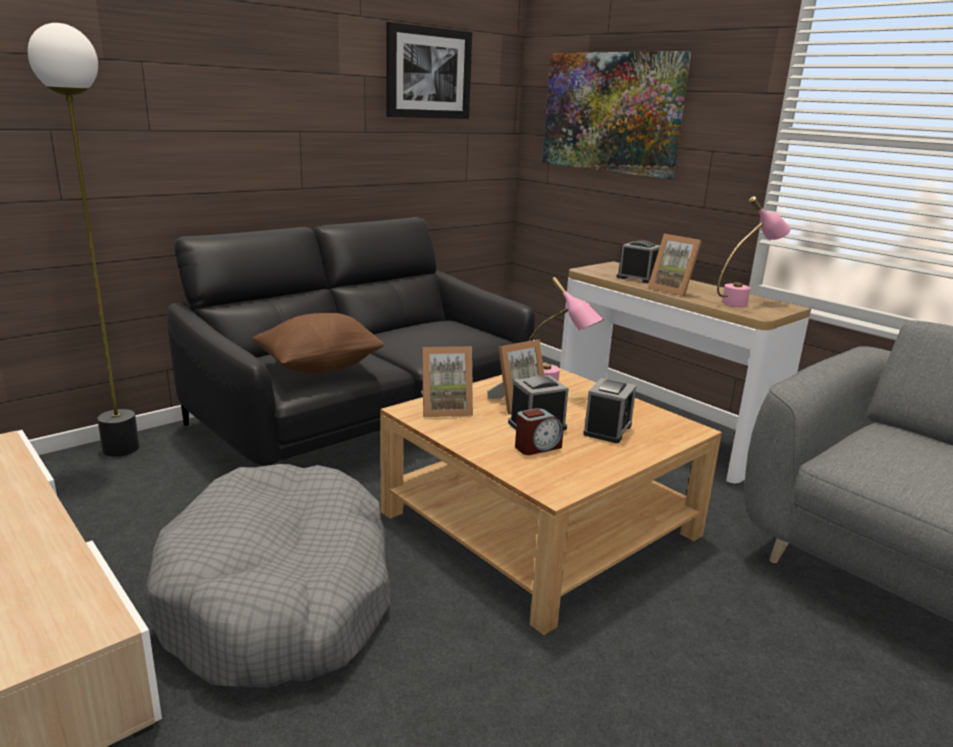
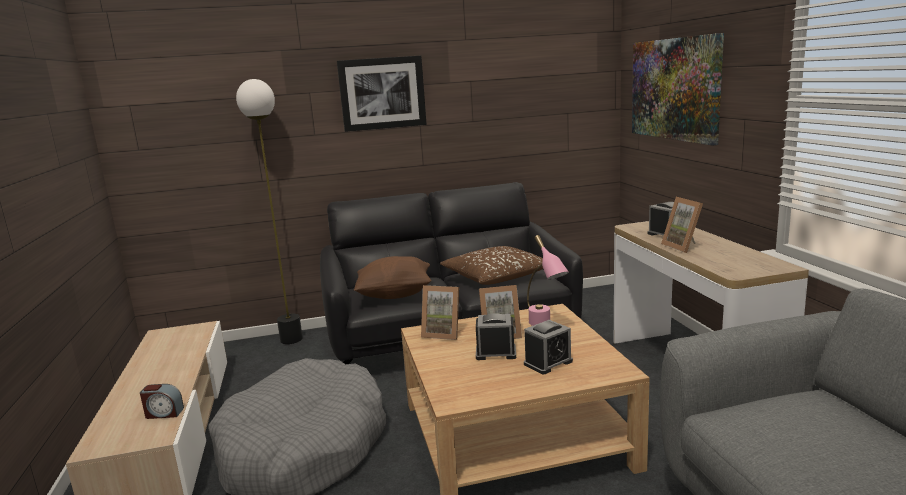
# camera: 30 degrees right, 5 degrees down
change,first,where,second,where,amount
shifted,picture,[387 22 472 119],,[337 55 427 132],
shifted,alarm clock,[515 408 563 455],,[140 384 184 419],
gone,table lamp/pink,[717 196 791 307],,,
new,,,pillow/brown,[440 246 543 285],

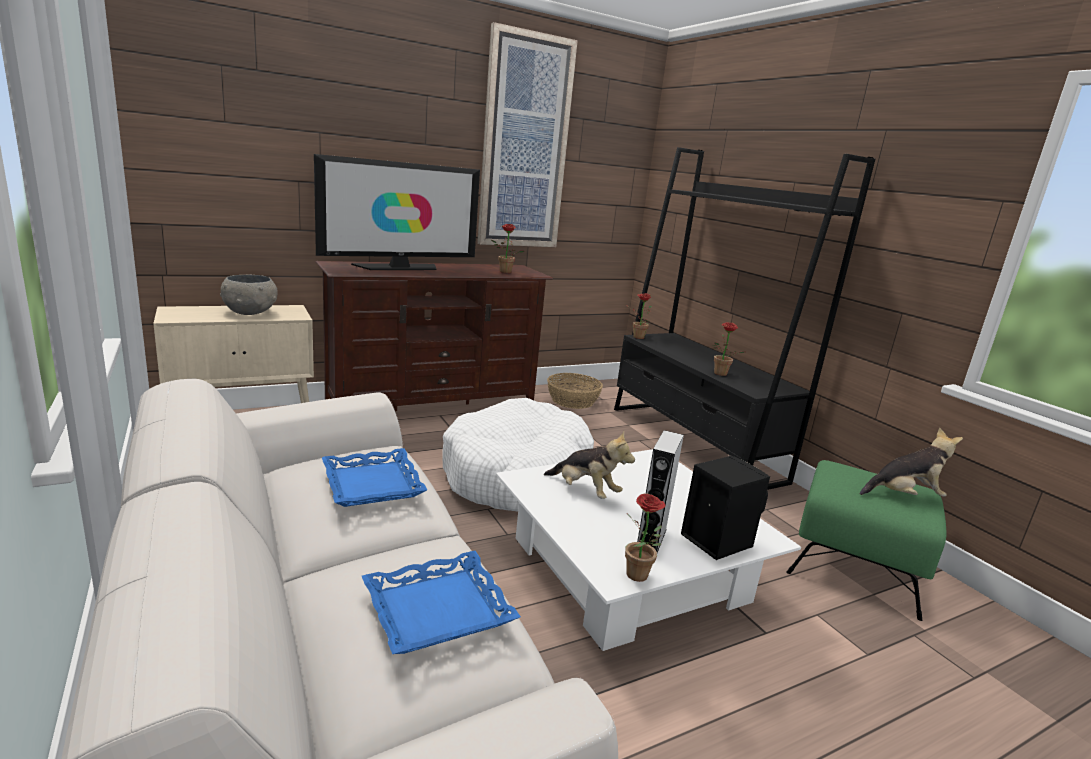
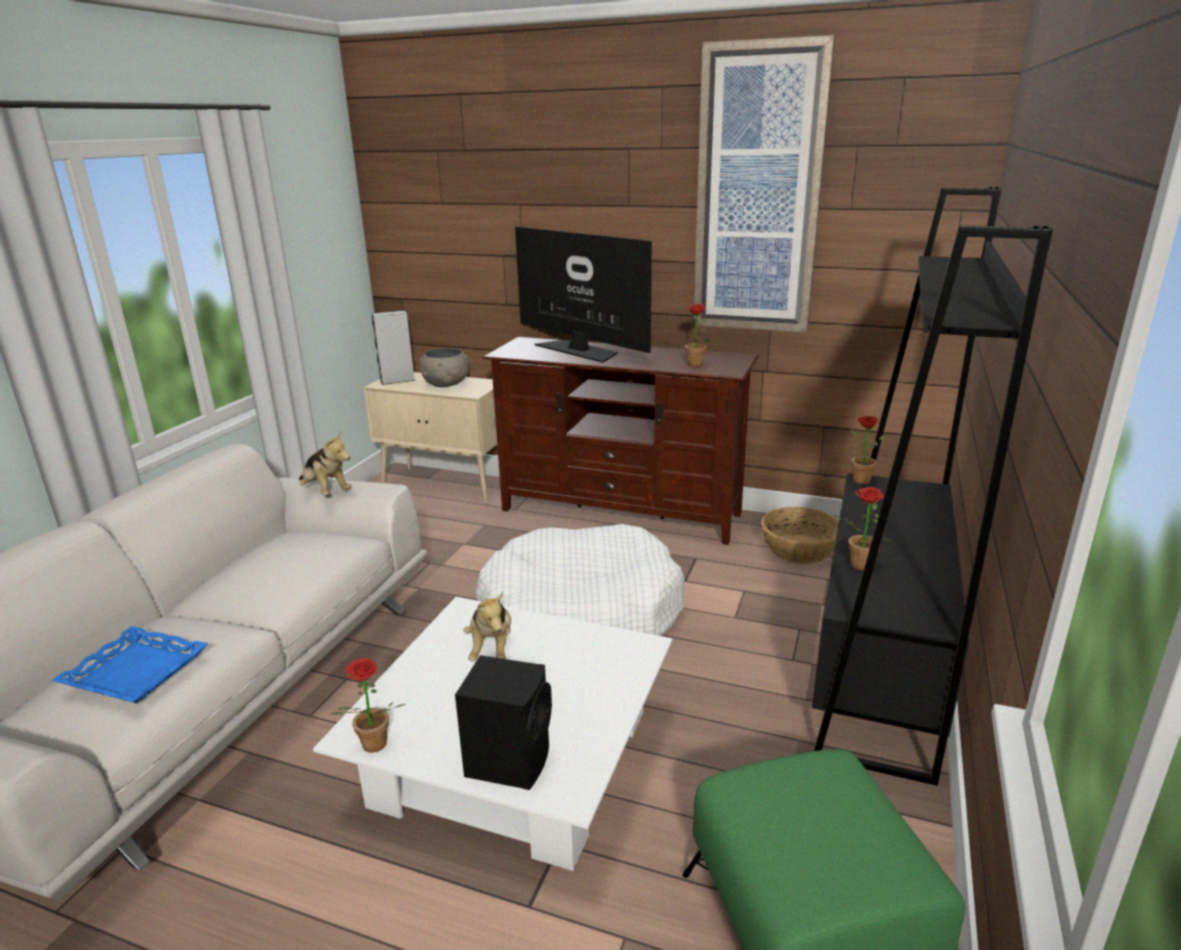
# camera: 50 degrees right, 5 degrees up
change,first,where,second,where,amount
rotated,television,[314 154 480 270],,[515 226 652 363],150 degrees counterclockwise
gone,tray/blue,[322 448 427 507],,,
shifted,speaker/grey,[637 430 684 553],,[372 310 415 385],
shifted,plush toy,[860 428 963 497],,[299 432 351 495],

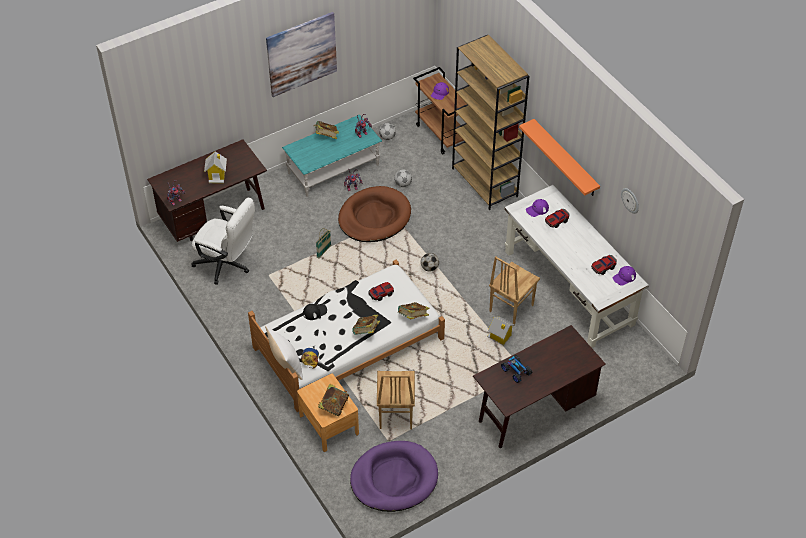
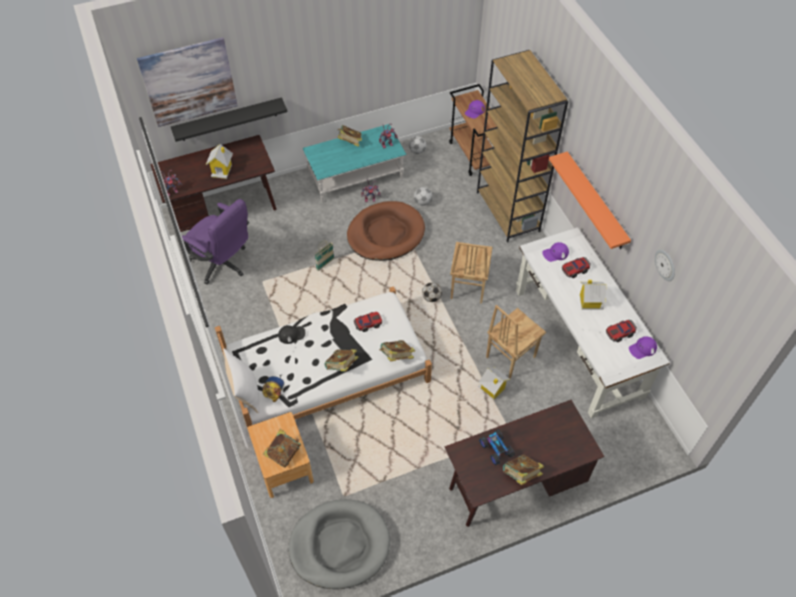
# camera: 10 degrees right, 5 degrees up
change,first,where,second,where,amount
repainted,office chair/white,[191 198 255 285],office chair/purple,[182 199 249 285],
shifted,picture,[266 12 337 97],,[137 37 238 127],
repainted,dog bed/purple,[350 441 438 512],dog bed/grey,[289 499 390 589],
shifted,chair/brown,[377 371 415 429],,[450 242 493 304],
new,,,shelf/black,[171 97 288 142],
new,,,book,[503 455 544 485],
new,,,toy house,[580 280 606 309],

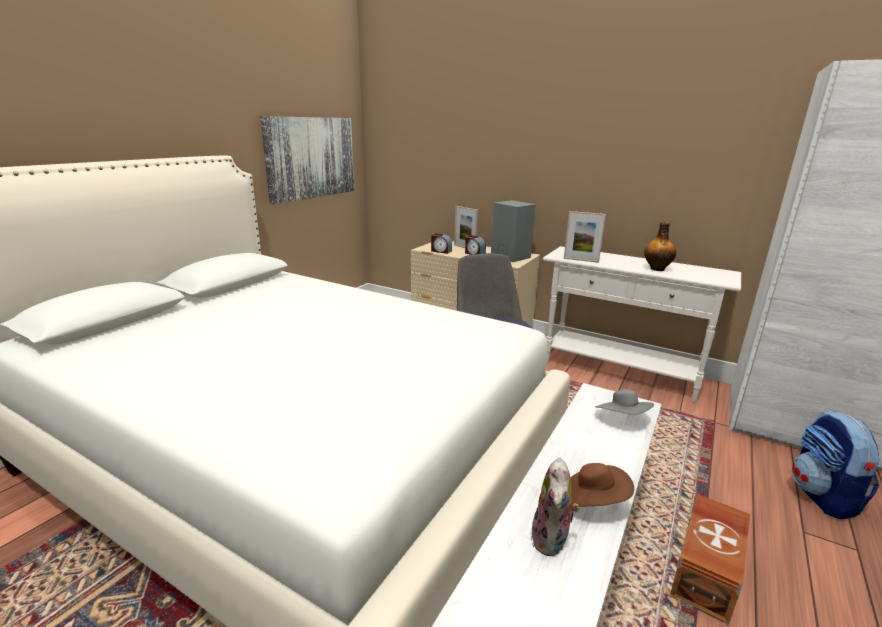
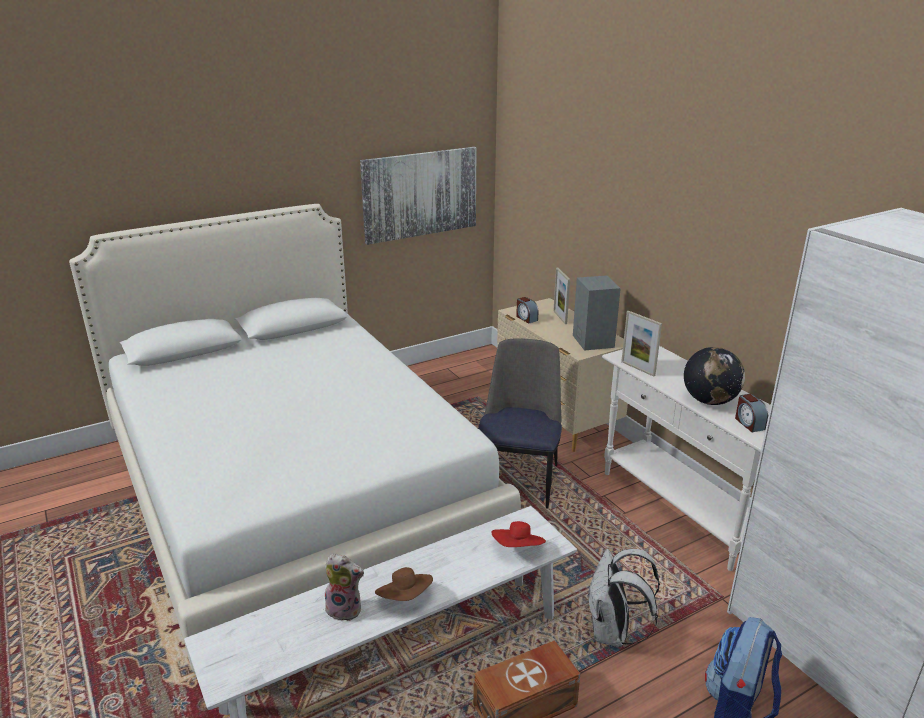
# camera: 30 degrees right, 5 degrees up
change,first,where,second,where,amount
shifted,alarm clock,[465 235 486 255],,[735 394 768 432],
rotated,plush toy,[531 458 579 557],,[323 553 364 621],120 degrees counterclockwise
repainted,hat/grey,[595 389 654 415],hat/red,[491 521 546 547],
swapped,bottle,[644 222 676 271],globe,[684 347 745 405],
new,,,backpack/white,[587 549 660 647],

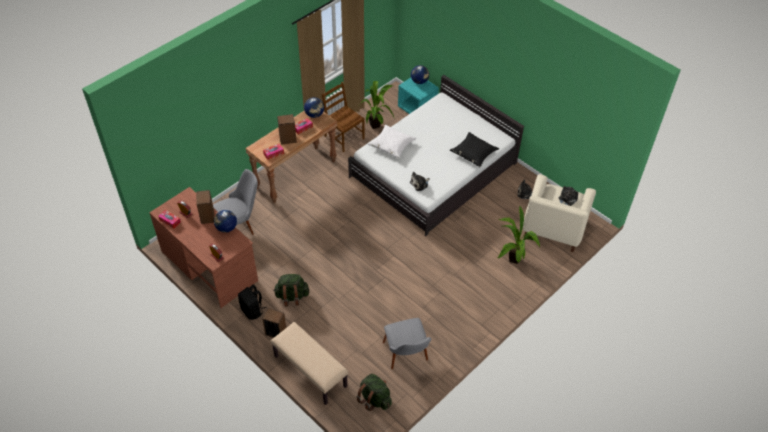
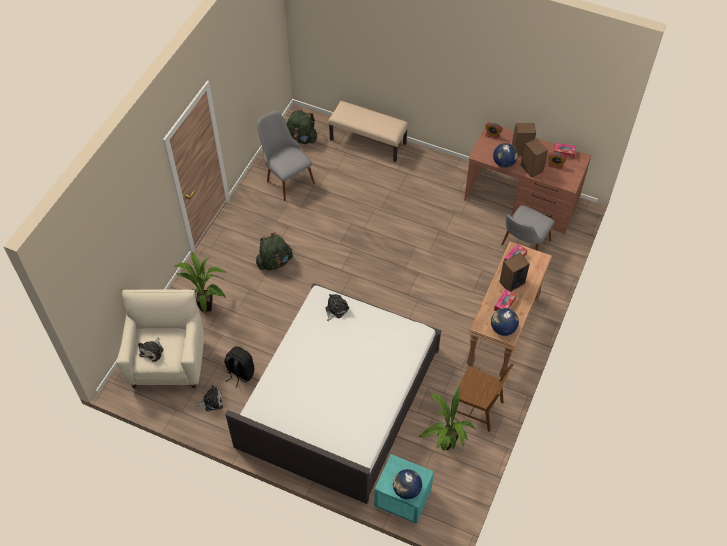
# camera: 160 degrees right, 5 degrees up
change,first,where,second,where,amount
shifted,backpack/black,[238 285 267 320],,[224 346 255 388],
shifted,speaker,[262 308 286 338],,[512 123 536 156],
shifted,backpack/green,[273 274 309 306],,[256 232 293 270],
gone,pillow/white,[368 125 416 158],,,
gone,pillow/black,[450 132 499 167],,,

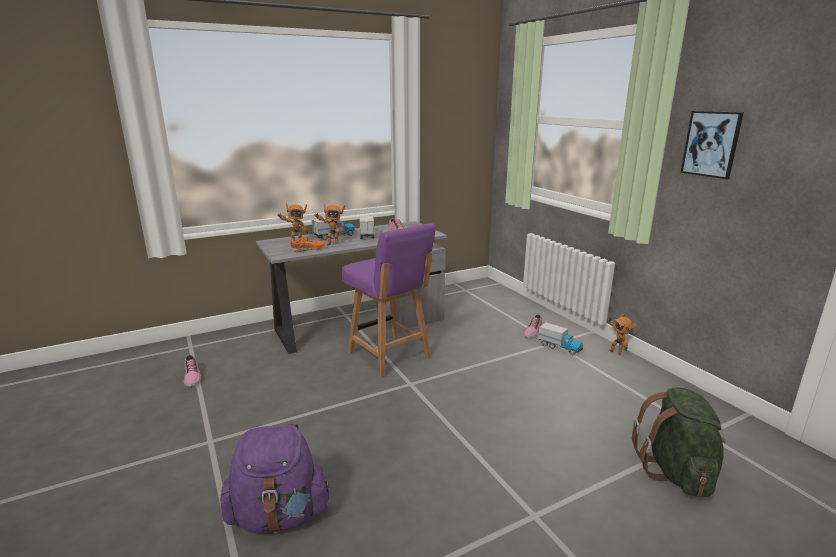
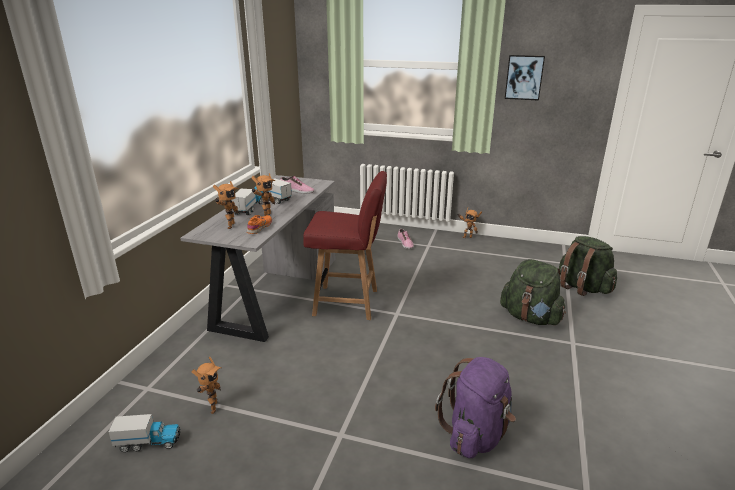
# camera: 45 degrees left, 5 degrees up
change,first,where,second,where,amount
swapped,shoe,[184 355 201 387],toy robot,[191 357 221 414],
repainted,chair/purple,[341 223 436 377],chair/red,[303 171 387 320],
shifted,toy truck,[538 322 583 355],,[109 414 181 452],
new,,,backpack/green,[500 259 566 325],

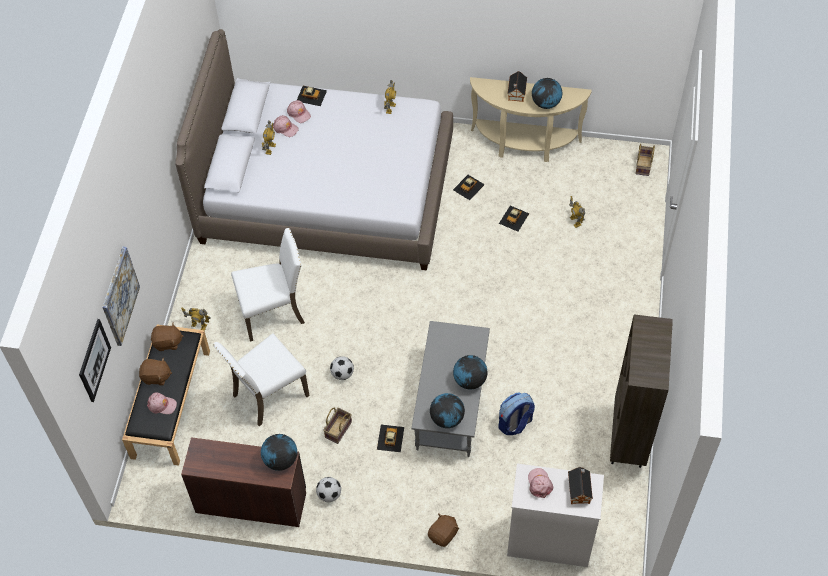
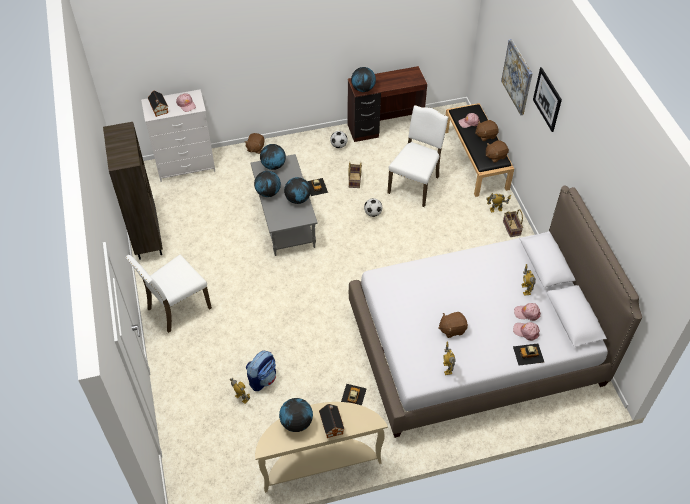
# camera: 155 degrees right, 5 degrees down
change,first,where,second,where,amount
shifted,picture,[79 319 111 402],,[533 67 562 132],
shifted,chair/white,[231 228 305 342],,[125 254 212 333],
shifted,backpack,[498 392 535 435],,[246 351 276 391],
gone,toy car,[499 206 529 232],,,
shifted,basket,[636 144 655 176],,[503 209 523 237],
new,,,globe,[284 177 311 204],
new,,,plush toy/brown,[438 312 468 338],

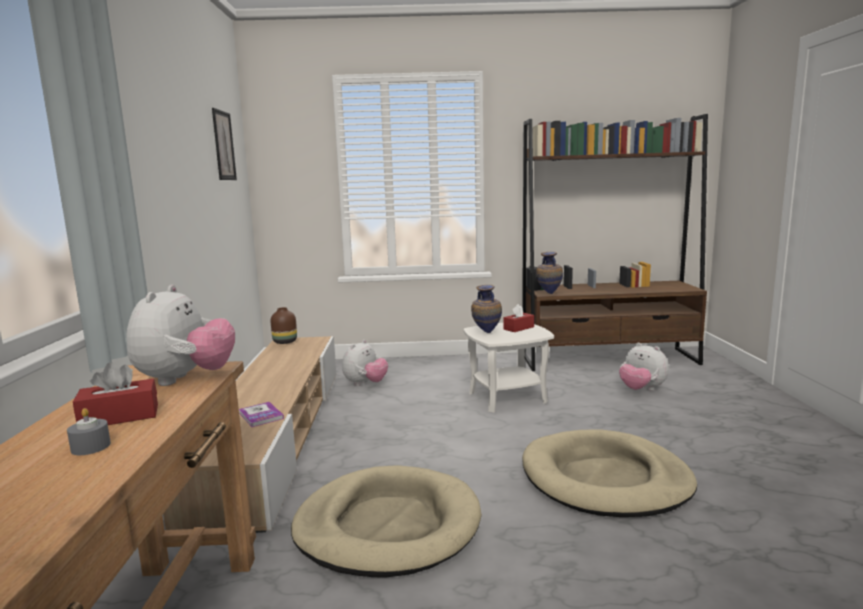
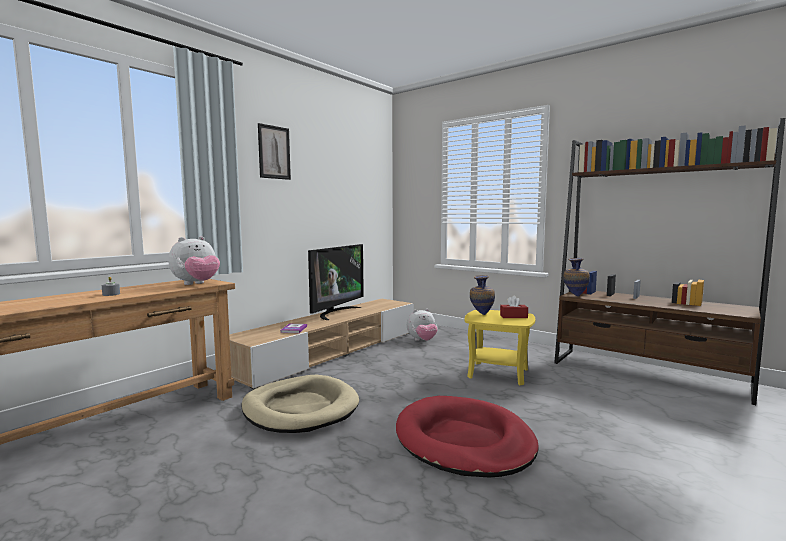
# camera: 40 degrees right, 5 degrees down
change,first,where,second,where,amount
gone,tissue box/red,[73 362 158 425],,,
shifted,picture,[212 108 237 180],,[258 123 291 180],
gone,vase/brown,[271 307 297 344],,,
repainted,side table/white,[464 323 554 412],side table/yellow,[465 310 535 385],
repainted,dog bed/beige,[522 429 697 517],dog bed/red,[396 396 539 477],
gone,plush toy,[619 343 669 391],,,
new,,,television,[308 244 364 320],

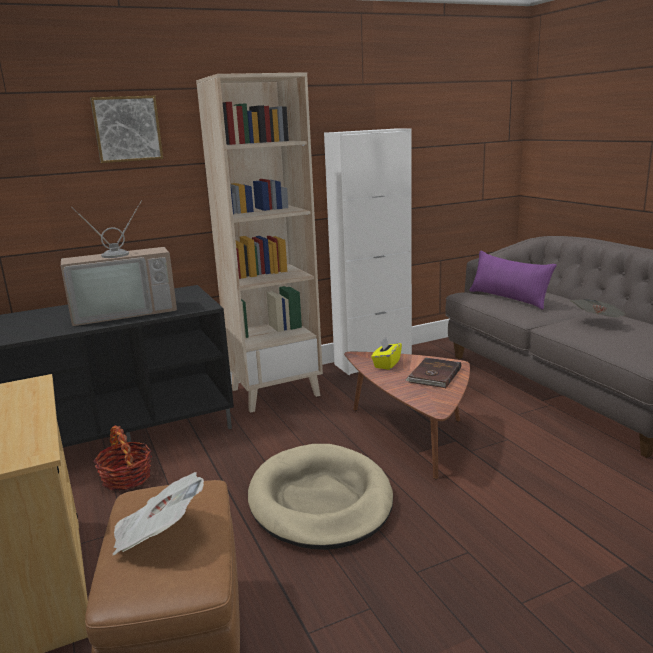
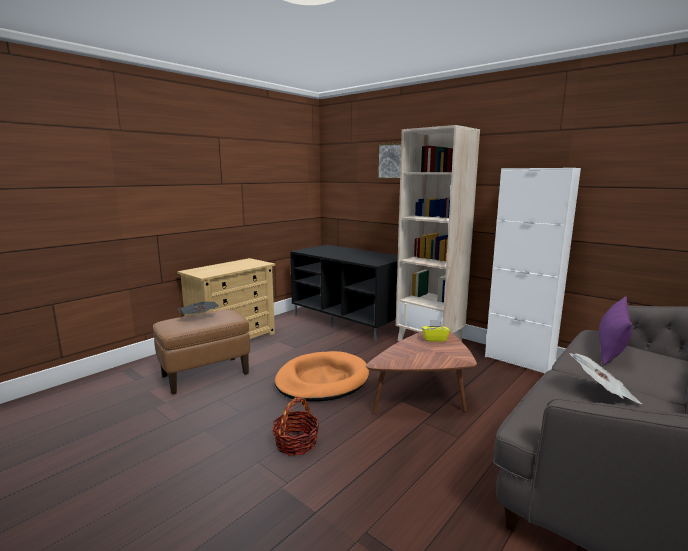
# camera: 65 degrees right, 5 degrees down
change,first,where,second,where,amount
gone,television,[61 201 177 326],,,
shifted,basket,[94 425 152 491],,[272 397 319 456],
repainted,dog bed/beige,[248 444 393 550],dog bed/orange,[275 351 369 401],
gone,book/brown,[406 358 461 388],,,

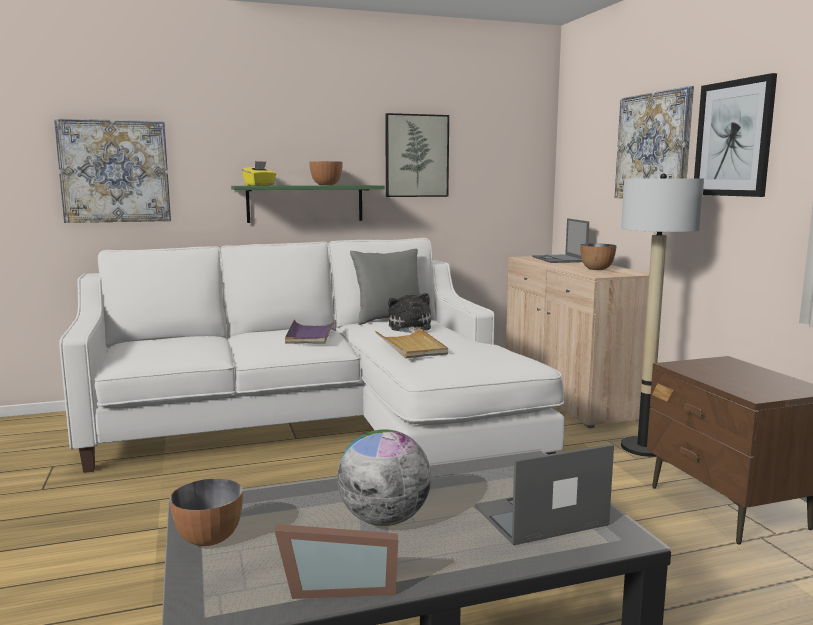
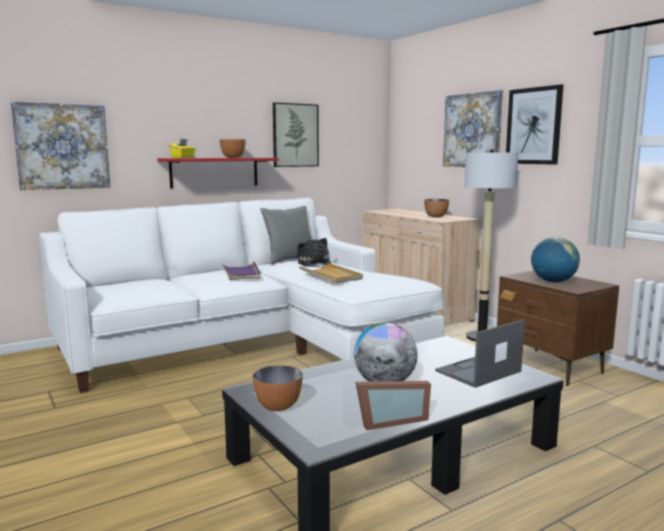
# camera: 15 degrees left, 0 degrees up
change,first,where,second,where,amount
repainted,shelf/green,[231 185 385 223],shelf/red,[158 158 279 188],
gone,laptop,[532 218 589 263],,,
new,,,globe,[531 237 580 283],

